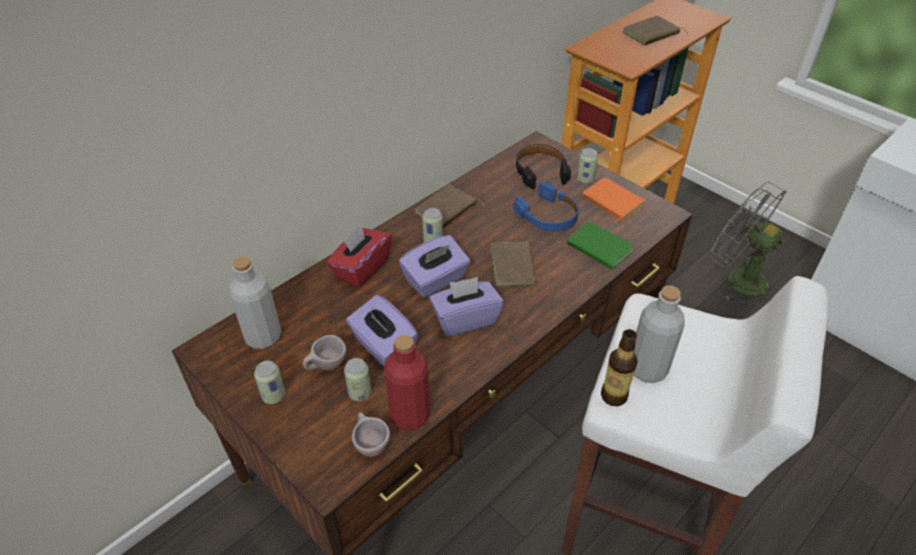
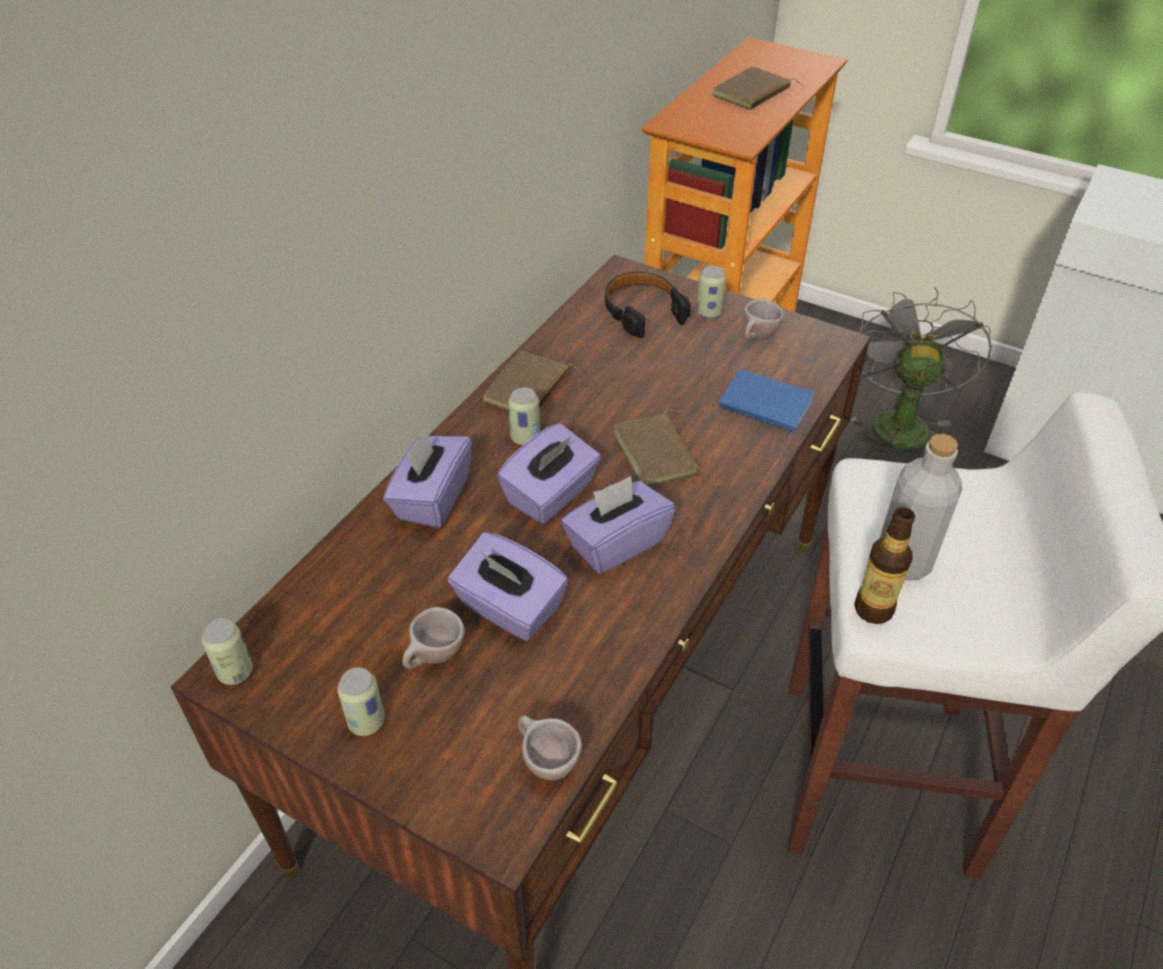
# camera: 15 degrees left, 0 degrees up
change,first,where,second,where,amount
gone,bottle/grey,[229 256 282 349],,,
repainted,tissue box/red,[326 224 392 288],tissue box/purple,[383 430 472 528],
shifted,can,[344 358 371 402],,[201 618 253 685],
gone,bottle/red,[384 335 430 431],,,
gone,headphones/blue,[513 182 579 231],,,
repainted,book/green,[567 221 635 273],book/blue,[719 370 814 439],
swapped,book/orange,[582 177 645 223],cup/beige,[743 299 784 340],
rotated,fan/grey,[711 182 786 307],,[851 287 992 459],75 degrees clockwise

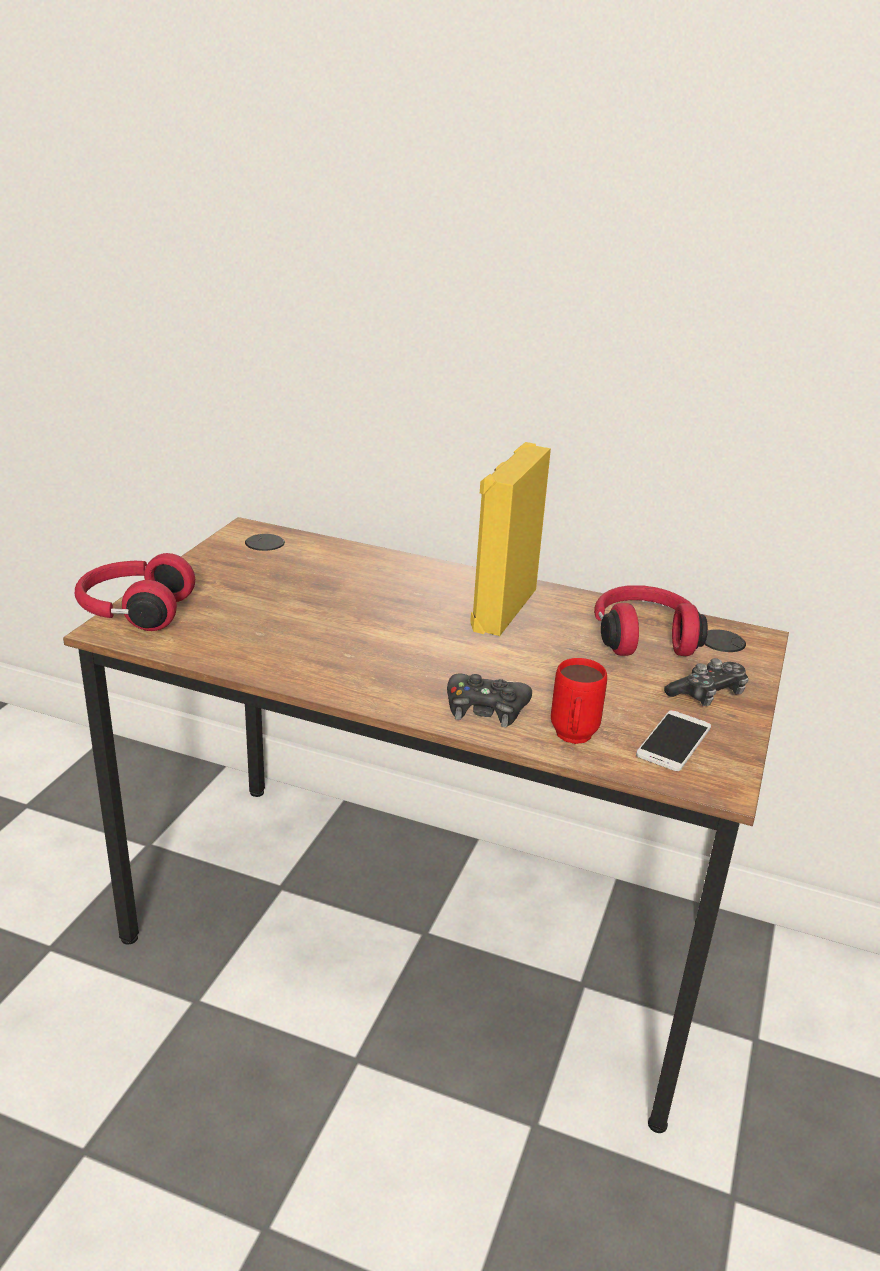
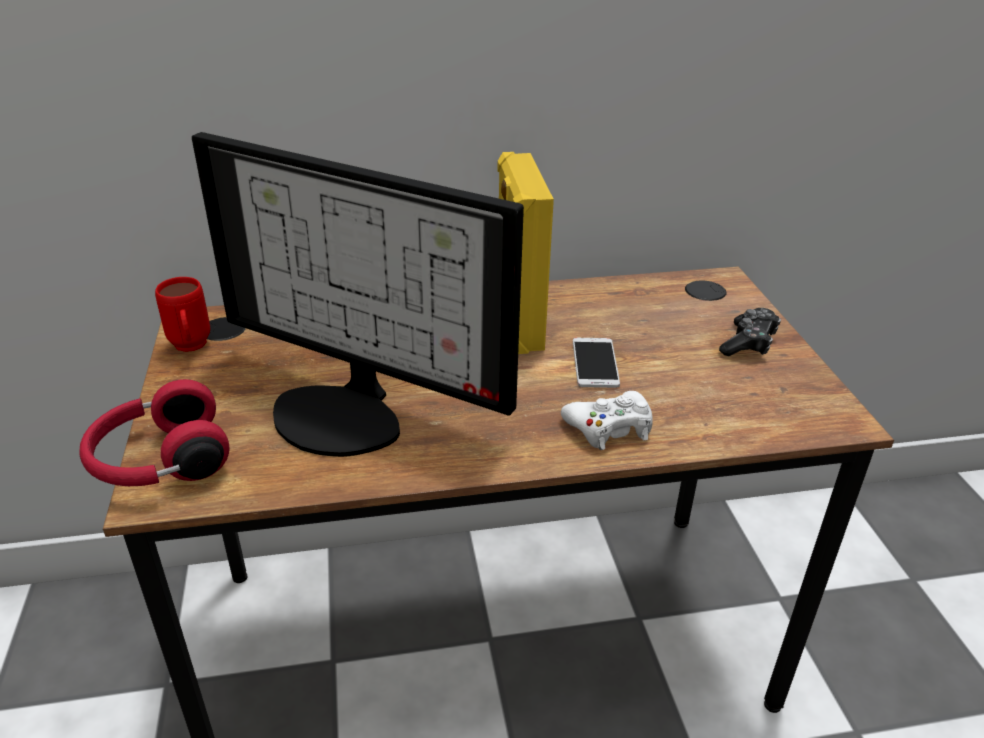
# camera: 30 degrees left, 5 degrees up
change,first,where,second,where,amount
repainted,game controller/black,[447 674 532 727],game controller/white,[561 391 653 450],
shifted,mug/red,[551 658 607 744],,[155 277 210 352],
gone,headphones/red,[594 585 708 656],,,
shifted,phone,[636 710 711 771],,[573 338 620 388],
new,,,monitor,[192 132 524 457],

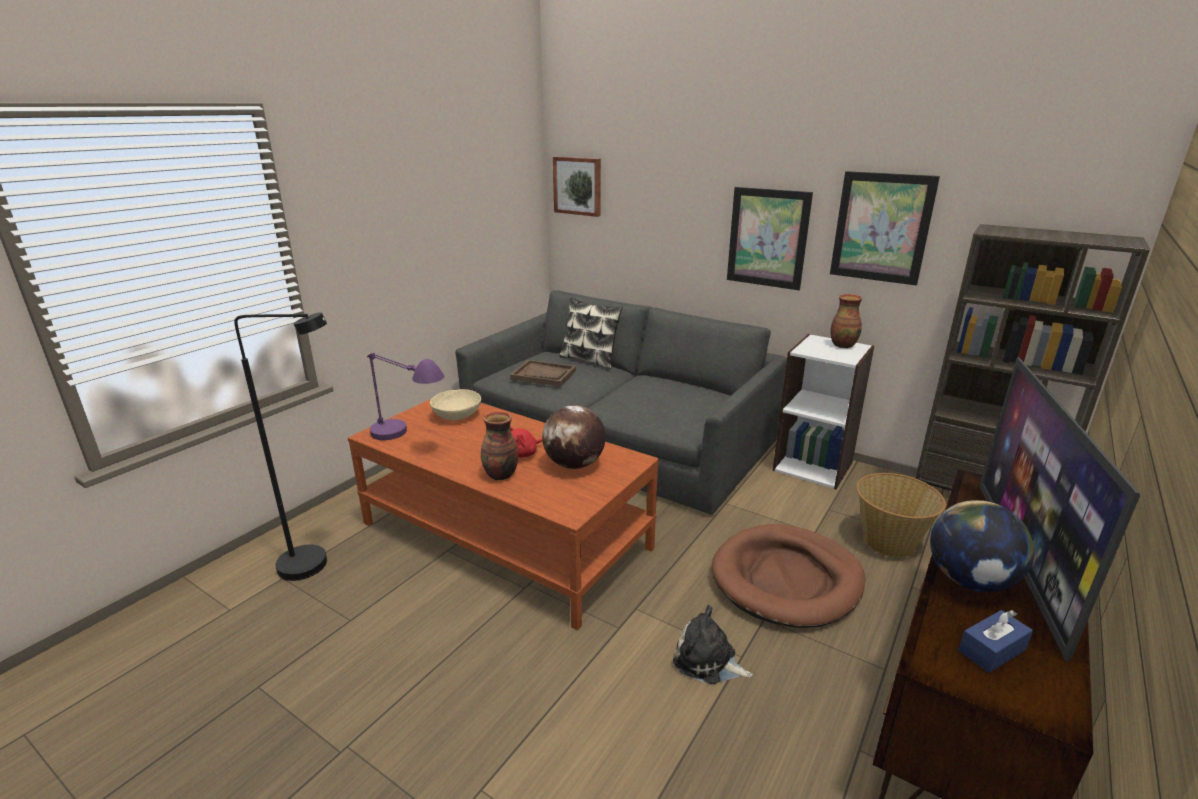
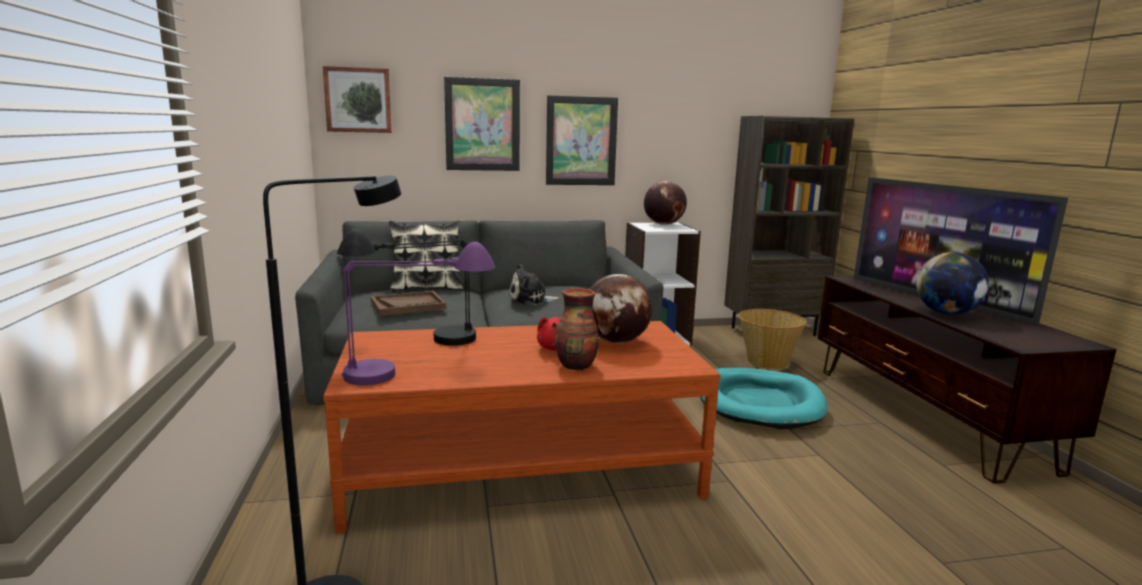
# camera: 45 degrees left, 10 degrees down
change,first,where,second,where,amount
swapped,bowl/beige,[430 389 481 420],table lamp/black,[337 229 476 346],
shifted,plush toy,[673 605 753 684],,[509 264 560 305],
repainted,dog bed/brown,[712 524 865 628],dog bed/turquoise,[700 368 827 429],
shifted,picture,[830 171 940 286],,[444 77 520 171],
swapped,vase,[831 294 862 348],globe,[644 181 687 225],
gone,tissue box/blue,[958 610 1033 673],,,

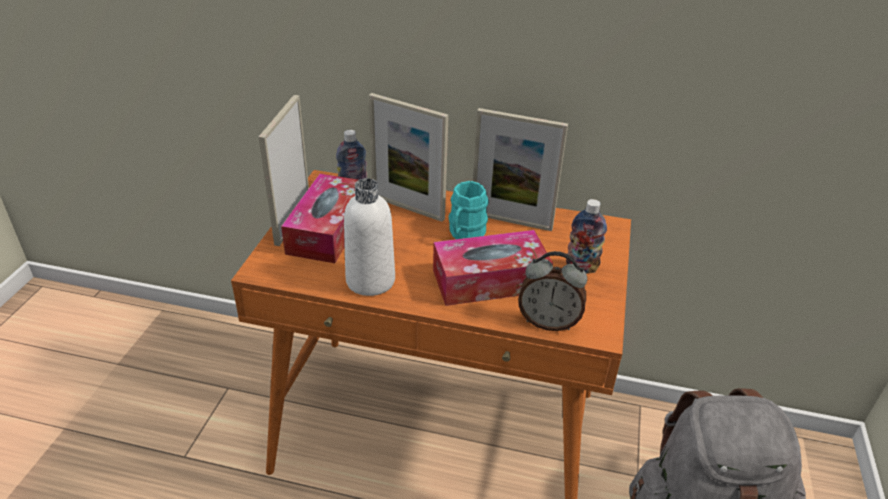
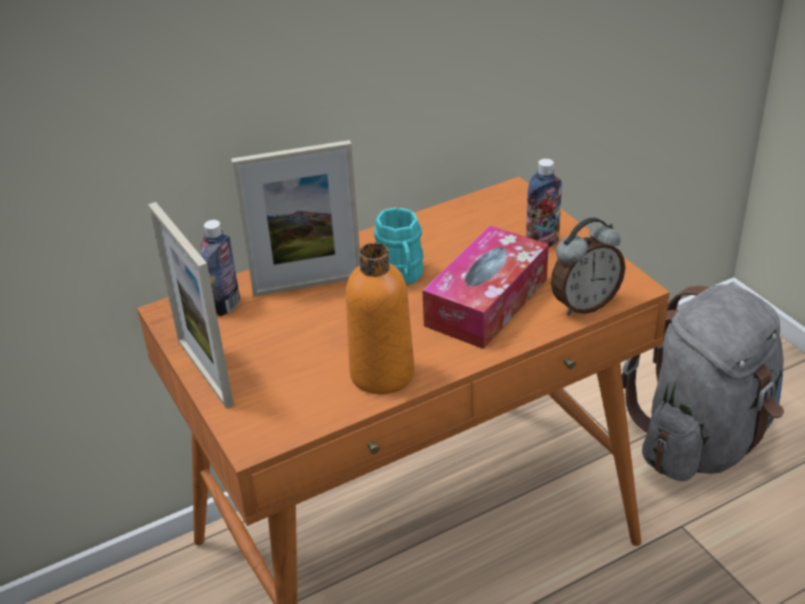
# camera: 40 degrees left, 0 degrees up
change,first,where,second,where,amount
gone,tissue box,[281 174 358 263],,,
repainted,bottle/white,[344 178 395 296],bottle/orange,[346 243 414 394],
gone,picture frame,[473 108 568 231],,,

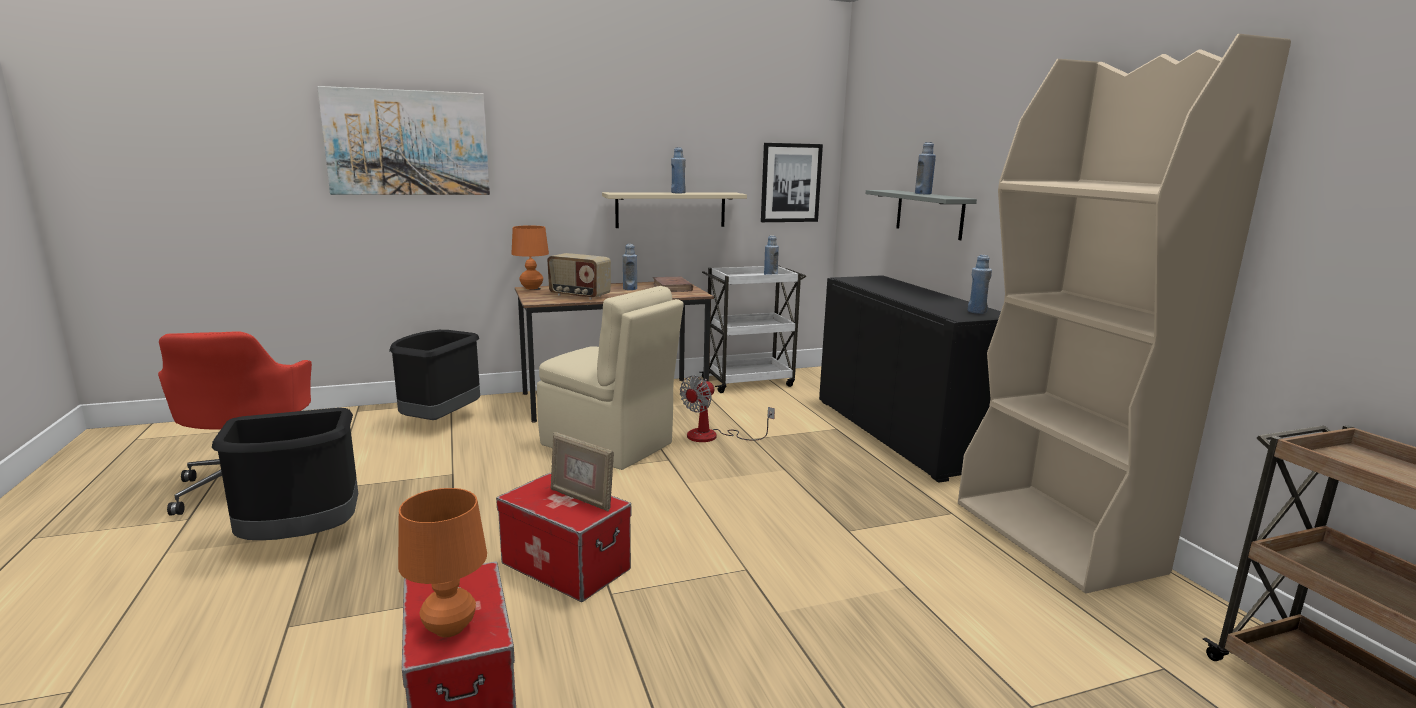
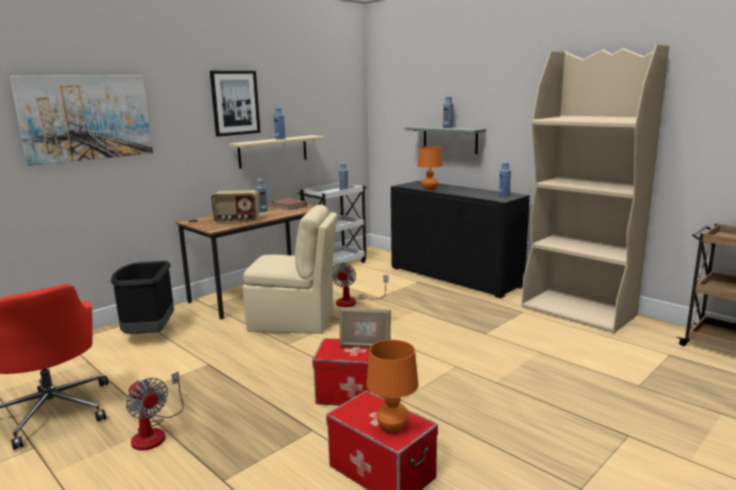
# camera: 25 degrees left, 0 degrees up
change,first,where,second,where,amount
swapped,trash can/black,[212 408 358 540],fan,[126 372 184 451],
shifted,table lamp/orange,[511 225 549 290],,[418 146 443 190],
shifted,picture,[761 143 823 222],,[210 71 260 137],

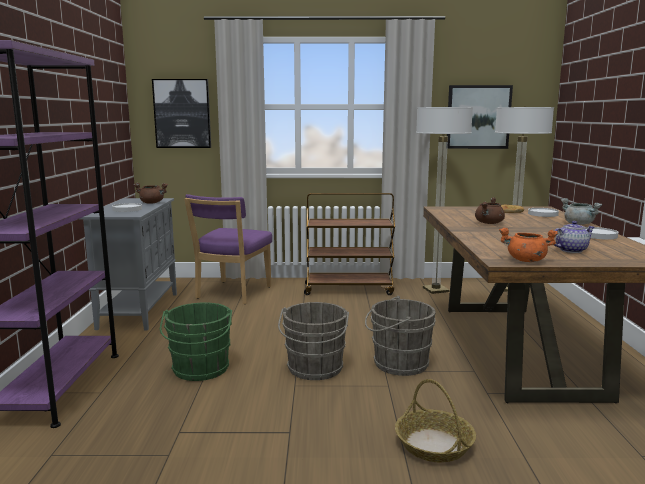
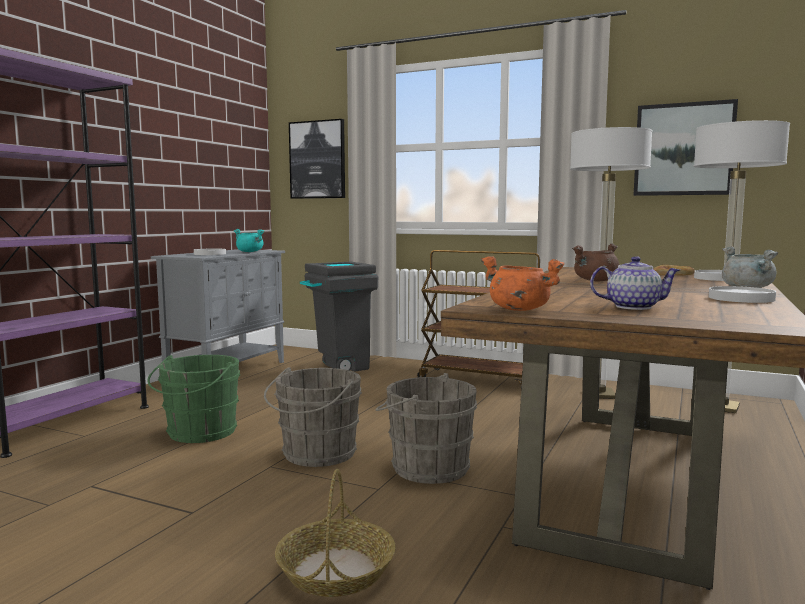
# camera: 25 degrees right, 5 degrees down
change,first,where,second,where,amount
repainted,cooking pot/brown,[133 183 168 204],cooking pot/turquoise,[233 229 265 252],
swapped,chair/purple,[184 194 272 304],trash can/grey,[300 262 378 371],

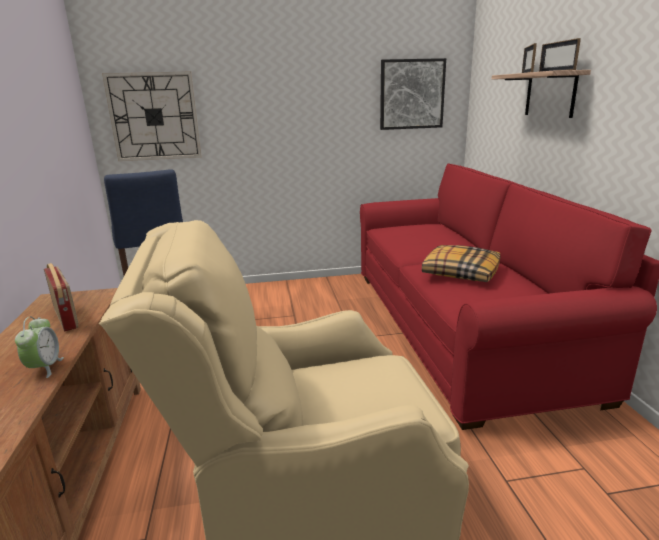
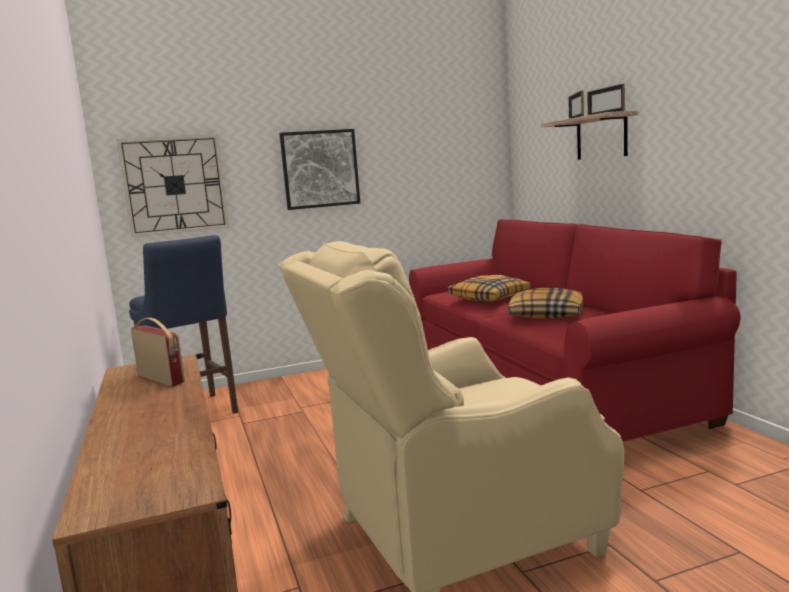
# camera: 10 degrees left, 10 degrees down
change,first,where,second,where,amount
gone,alarm clock,[15 316 64 378],,,
shifted,picture,[380 58 446 130],,[279 129 360 210],
new,,,pillow,[447 275 531 302],

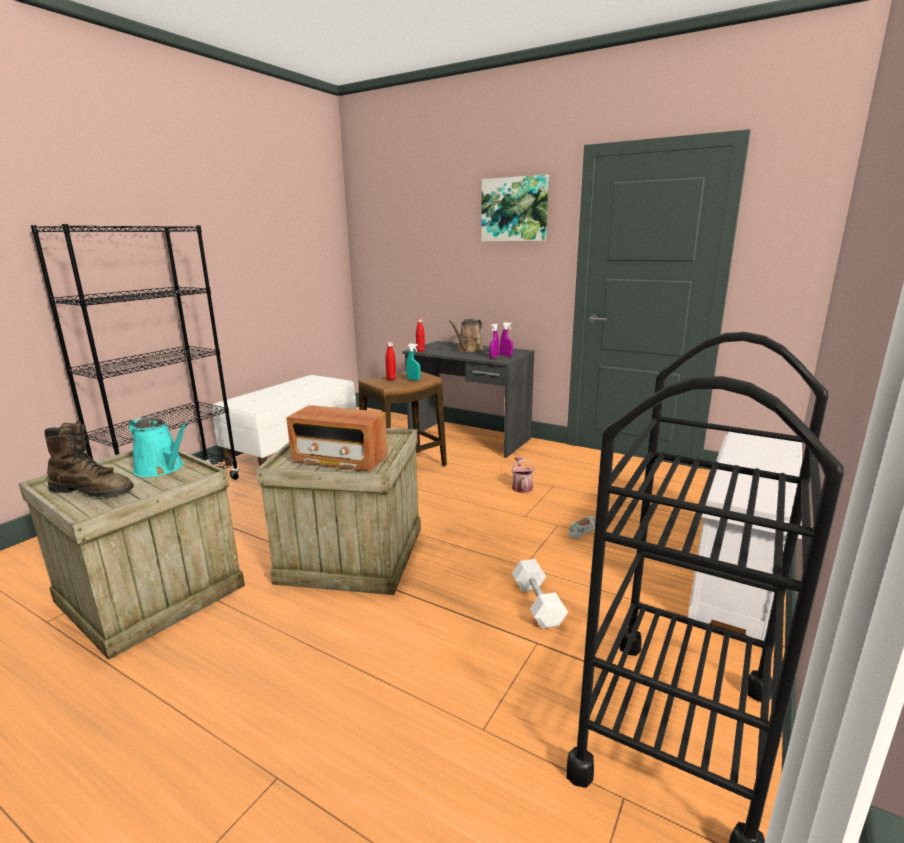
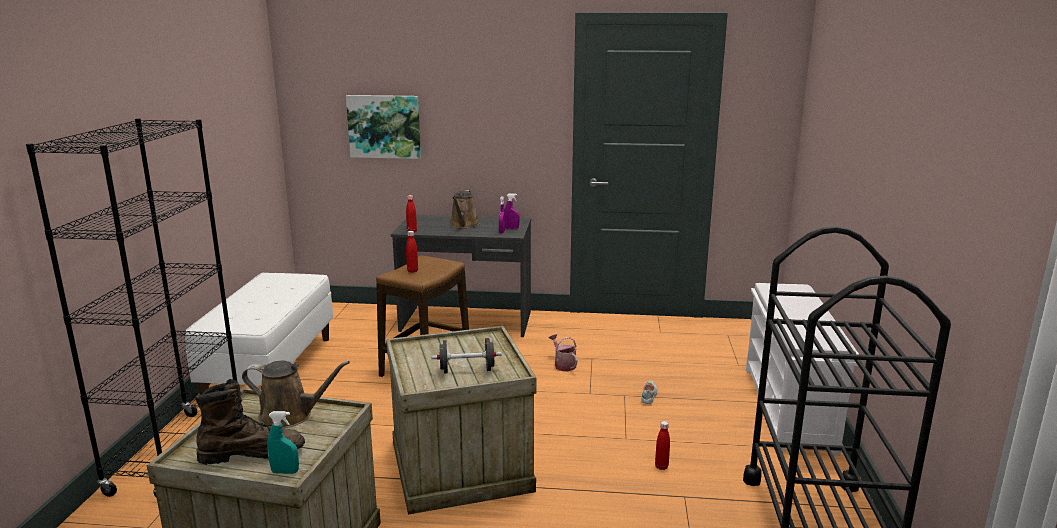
# camera: 25 degrees left, 0 degrees up
change,first,where,second,where,amount
repainted,watering can/turquoise,[129 417 188 477],watering can/brown,[242 361 350 428],
swapped,radio,[286 405 388 471],dumbbell/black,[432 338 502 374],
shifted,spray bottle/turquoise,[406 343 421 380],,[267 411 299 474],
shifted,picture,[481 175 549 241],,[346 95 421 159],
swapped,dumbbell/white,[512 559 568 629],bottle/red,[655 421 670 470],

